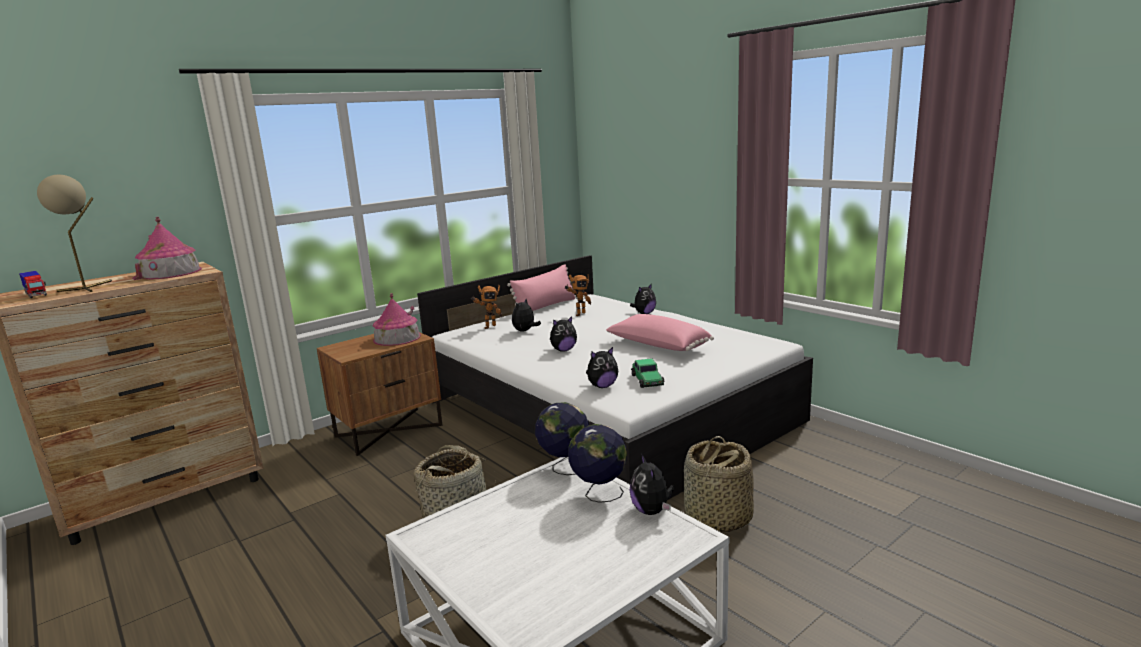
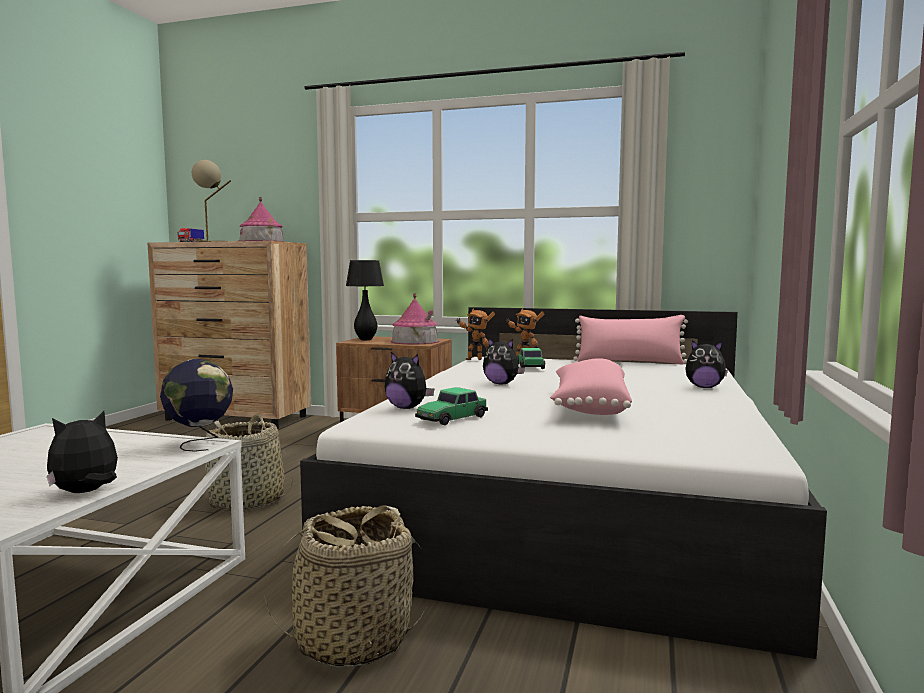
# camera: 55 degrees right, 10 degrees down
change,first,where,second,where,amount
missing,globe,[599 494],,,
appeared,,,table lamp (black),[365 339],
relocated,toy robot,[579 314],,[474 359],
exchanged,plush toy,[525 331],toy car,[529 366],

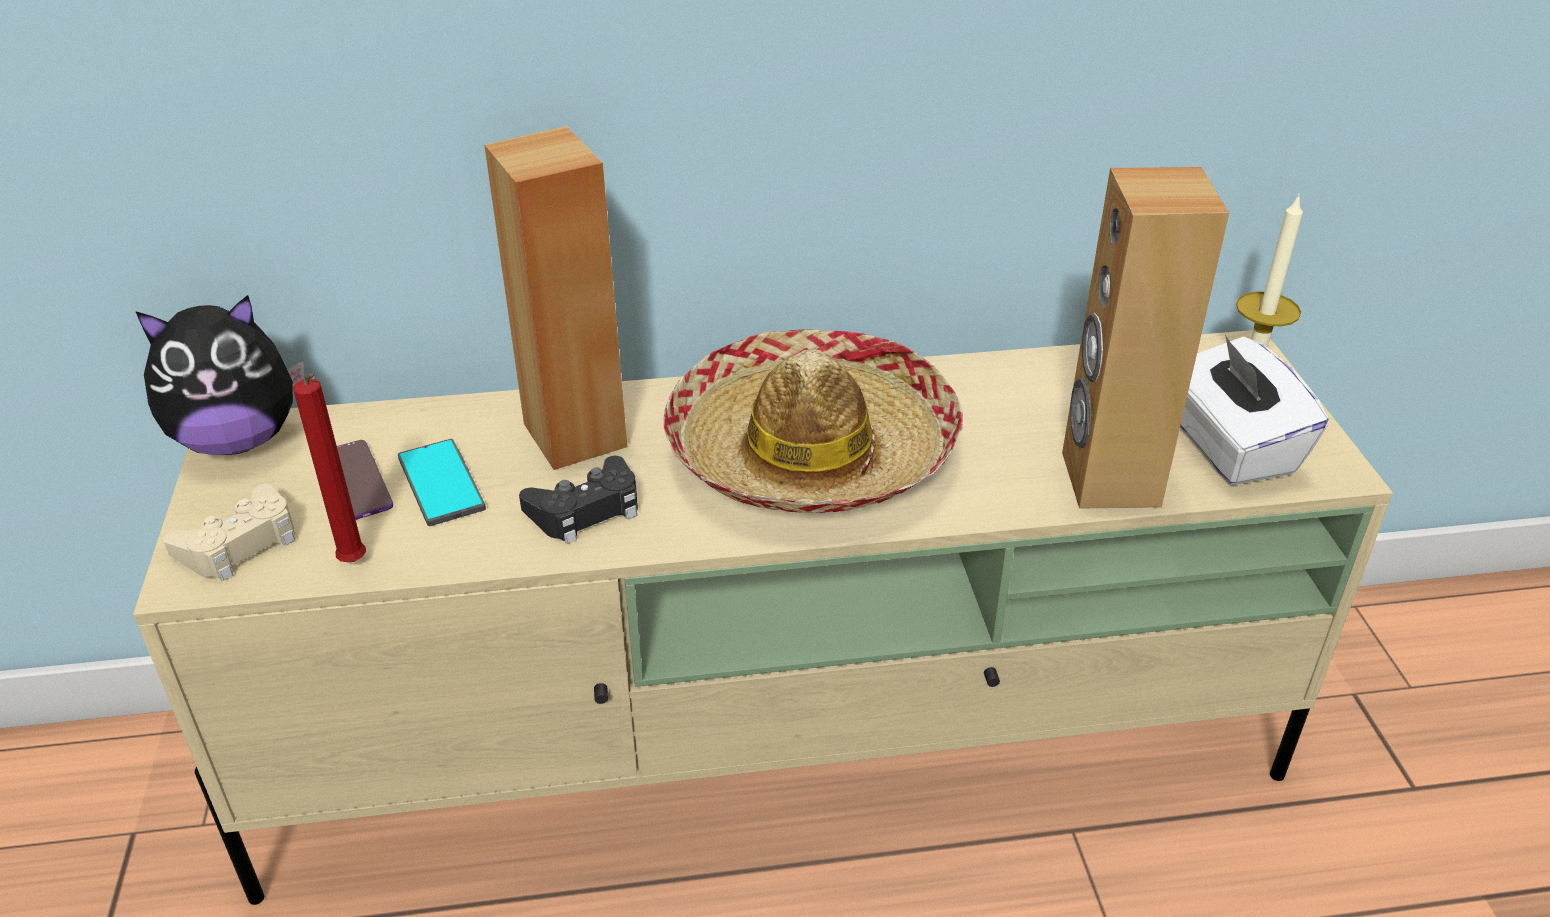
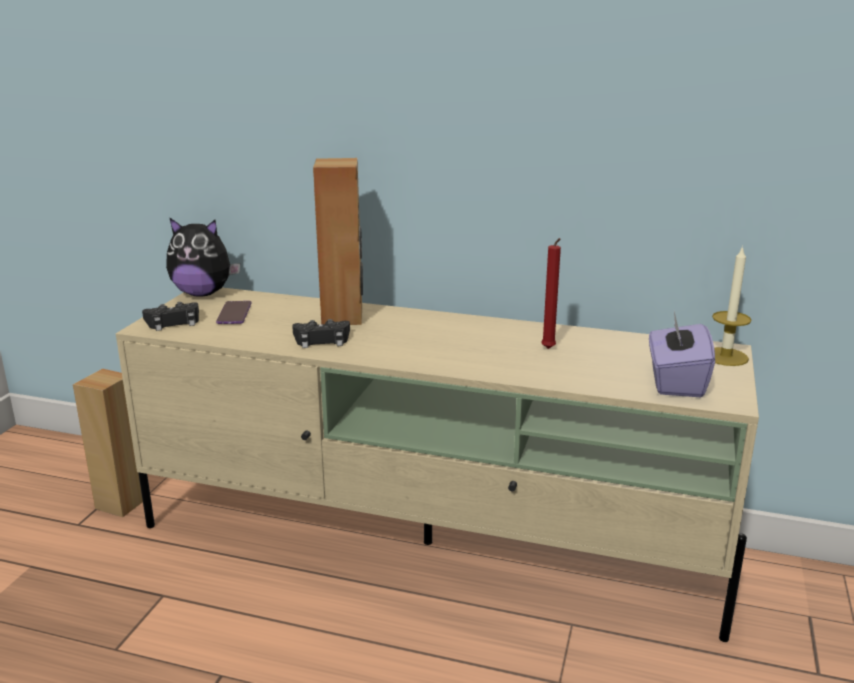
# camera: 25 degrees right, 15 degrees down
change,first,where,second,where,amount
missing,phone,[441 483],,,
missing,hat,[811 450],,,
relocated,candle (red),[355 564],,[549 349],
relocated,speaker (brown),[1108 479],,[121 502],
colour,game controller (beige),[240 543],game controller (black),[173 322],
colour,tissue box (white),[1229 447],tissue box (purple),[675 381],

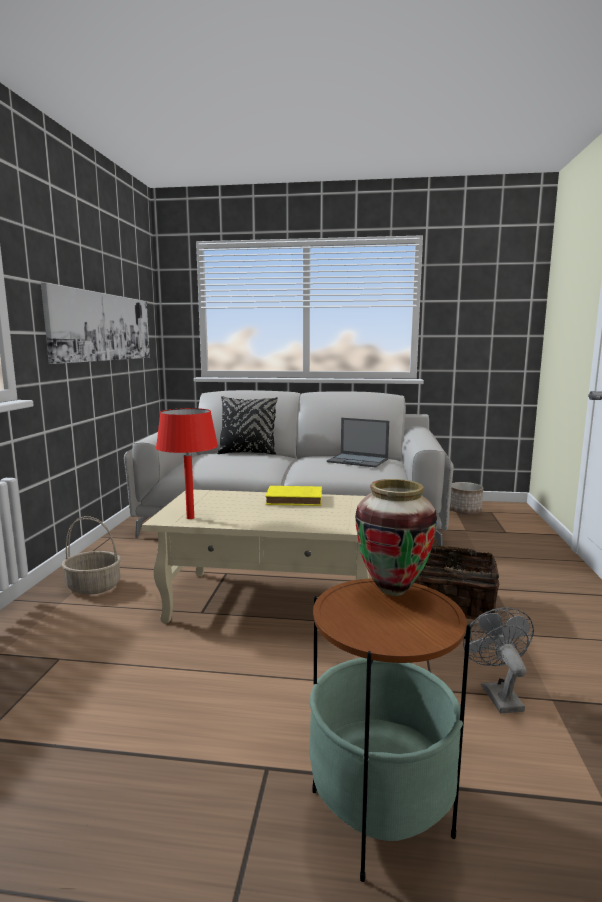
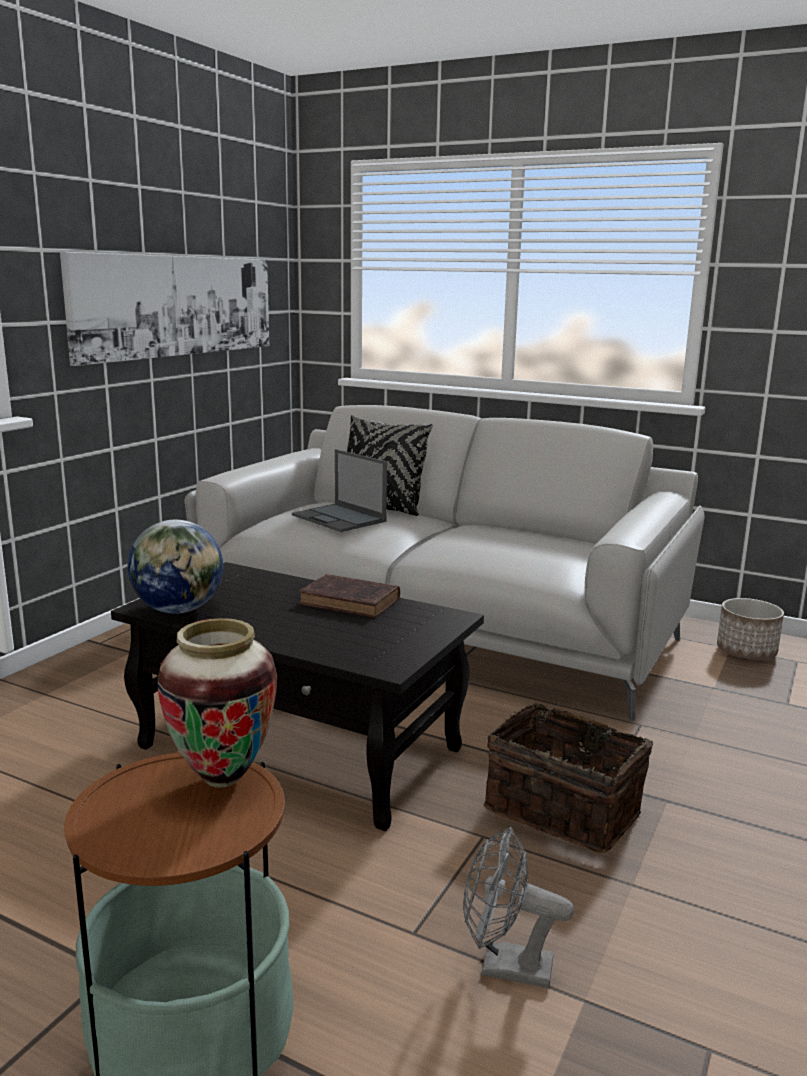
# camera: 20 degrees right, 5 degrees up
change,first,where,second,where,amount
missing,basket,[94 586],,,
relocated,laptop,[358 460],,[340 518],
exchanged,table lamp (red),[190 518],globe,[179 610],
colour,coffee table (beige),[273 601],coffee table (black),[303 748],
colour,book (yellow),[296 499],book (brown),[352 602],
spun,fan (grey),[497 694],,[504 967],90 degrees counterclockwise

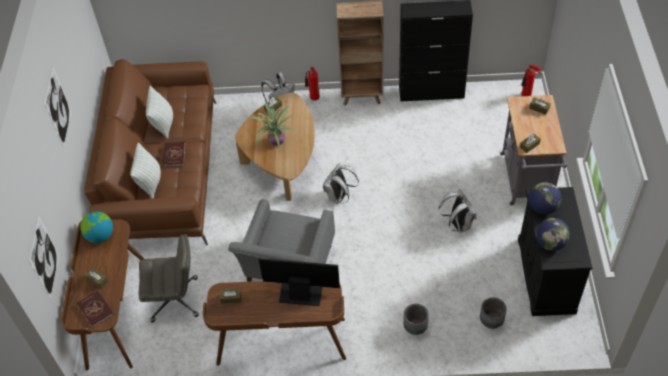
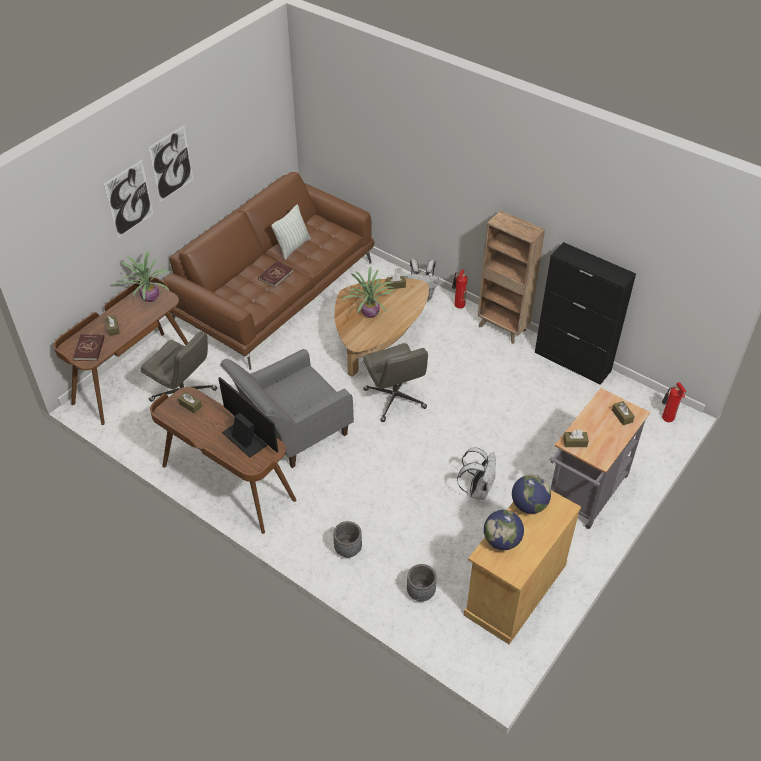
# camera: 35 degrees right, 5 degrees down
change,first,where,second,where,amount
missing,pillow,[150 182],,,
relocated,picture,[44 257],,[129 199],
exchanged,globe,[100 236],potted plant,[149 297],
exchanged,backpack (white),[339 197],office chair (grey),[395 399],
colour,cabinet (black),[545 275],cabinet (beige),[515 589],

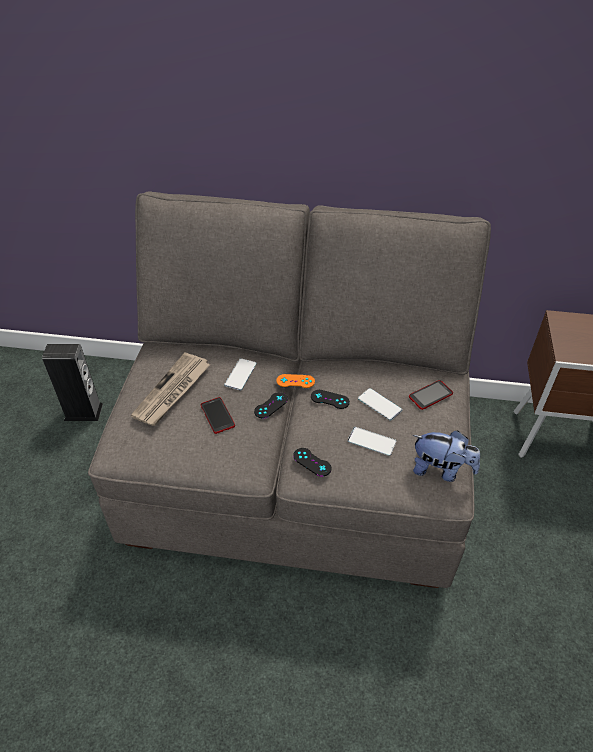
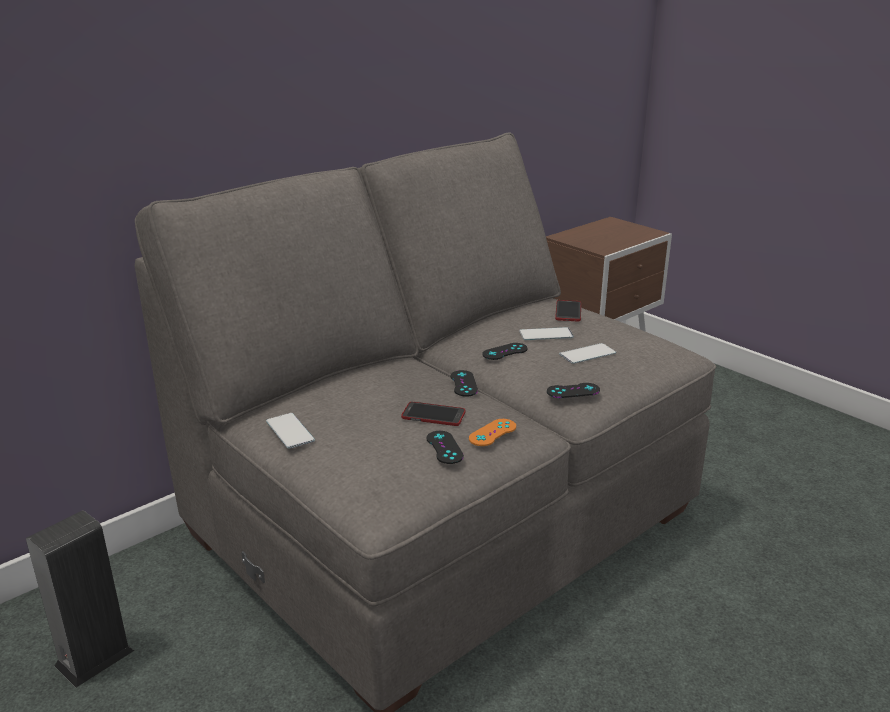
# camera: 50 degrees left, 20 degrees down
change,first,where,second,where,amount
missing,newspaper,[172 391],,,
missing,plush toy,[441 470],,,
appeared,,,game controller (black),[444 447],
relocated,phone,[240 374],,[290 431],
relocated,game controller (orange),[295 381],,[492 433],

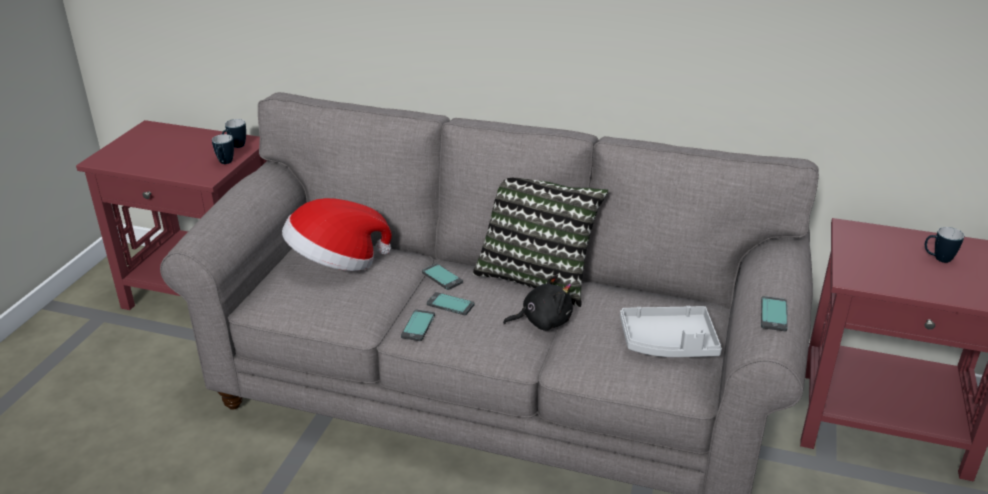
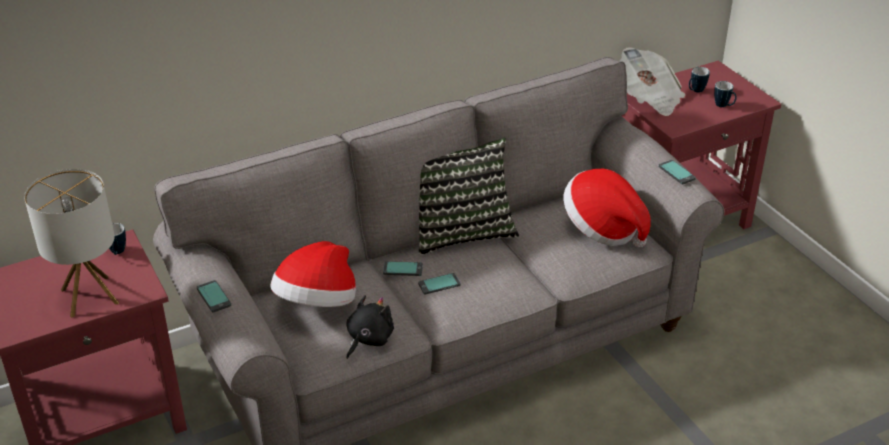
# camera: 45 degrees left, 5 degrees up
change,first,where,second,where,amount
appeared,,,table lamp,[89 296],
appeared,,,newspaper,[648 98],
relocated,mug,[225 163],,[724 106],
relocated,phone,[418 326],,[214 297],
relocated,plush toy (black),[543 321],,[368 339],
exchanged,tray (grey),[668 343],hat,[603 228],

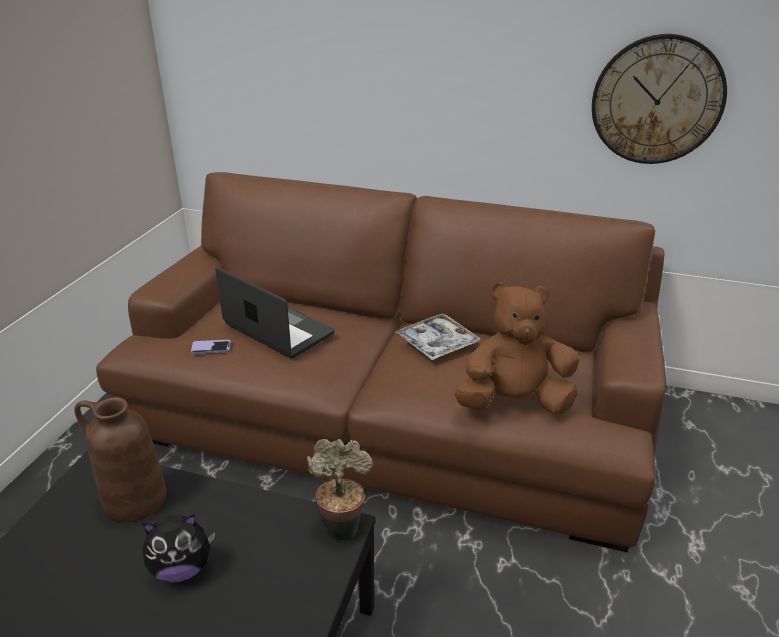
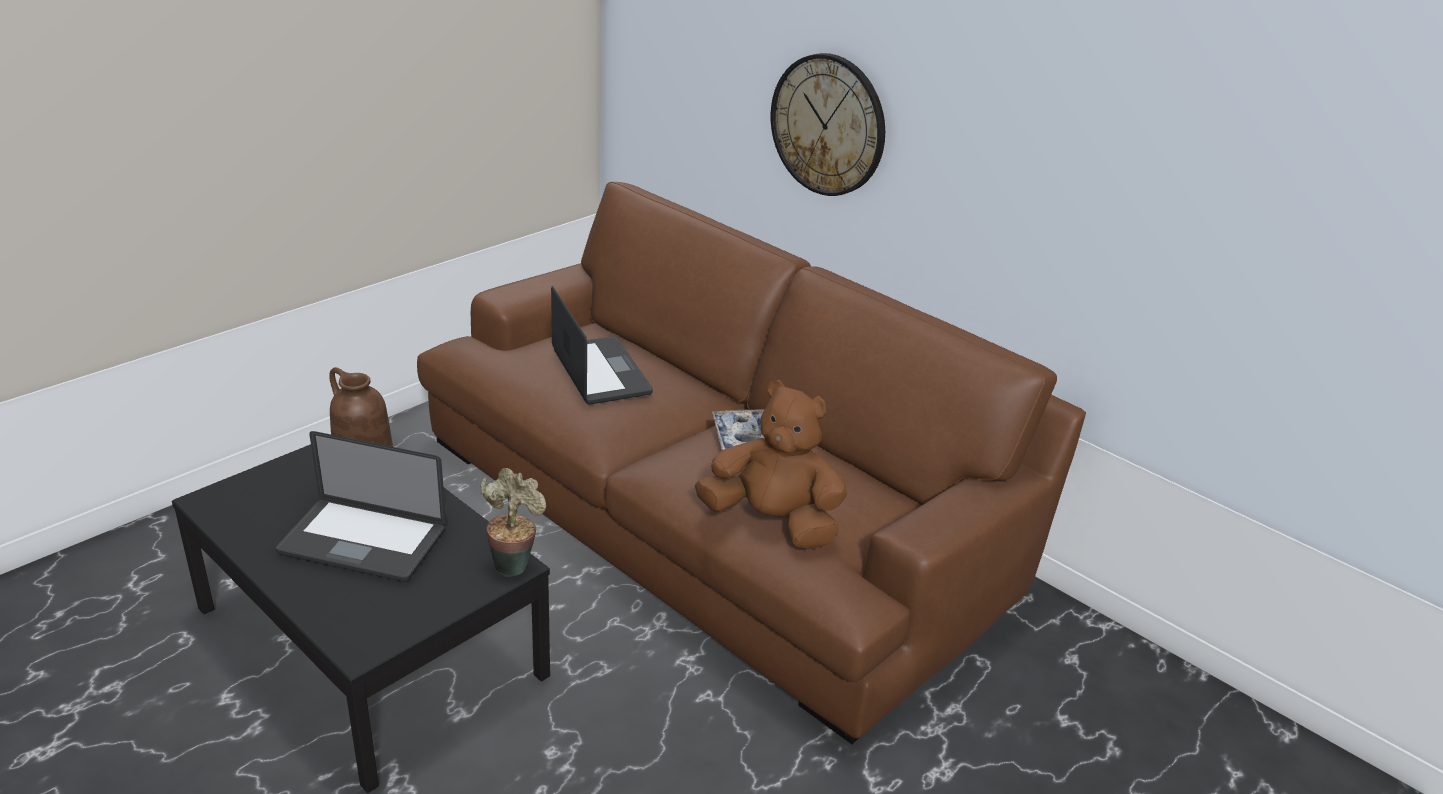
# camera: 25 degrees right, 0 degrees up
change,first,where,second,where,amount
missing,phone,[211 348],,,
relocated,wall clock,[656 100],,[828 125],
exchanged,plush toy,[182 568],laptop,[363 542],

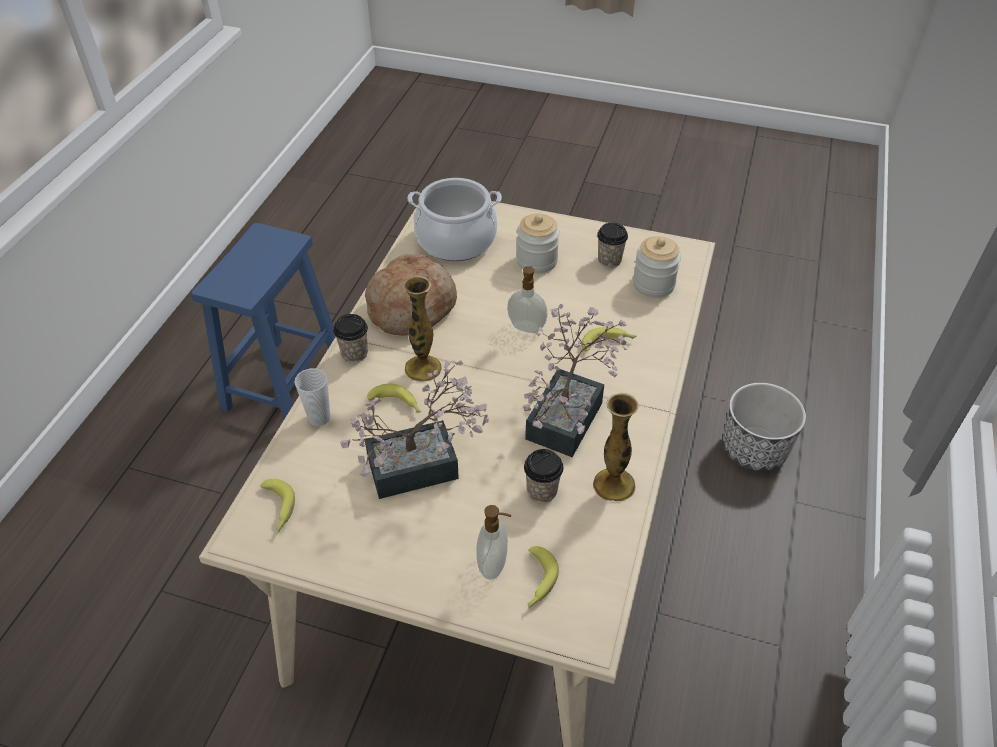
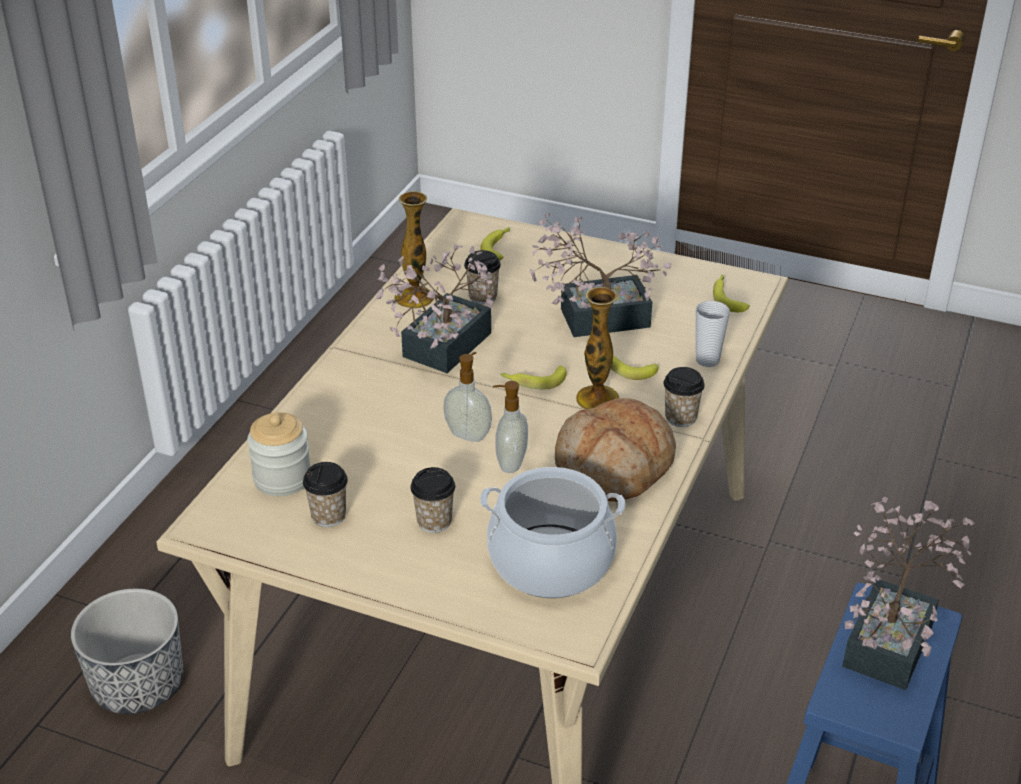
# camera: 175 degrees left, 10 degrees down
change,first,where,second,where,amount
appeared,,,potted plant,[893 637],
relocated,soap dispenser,[493 565],,[510 463],
relocated,banana,[608 343],,[533 381],
exchanged,jar,[537 261],cup,[434 521],

